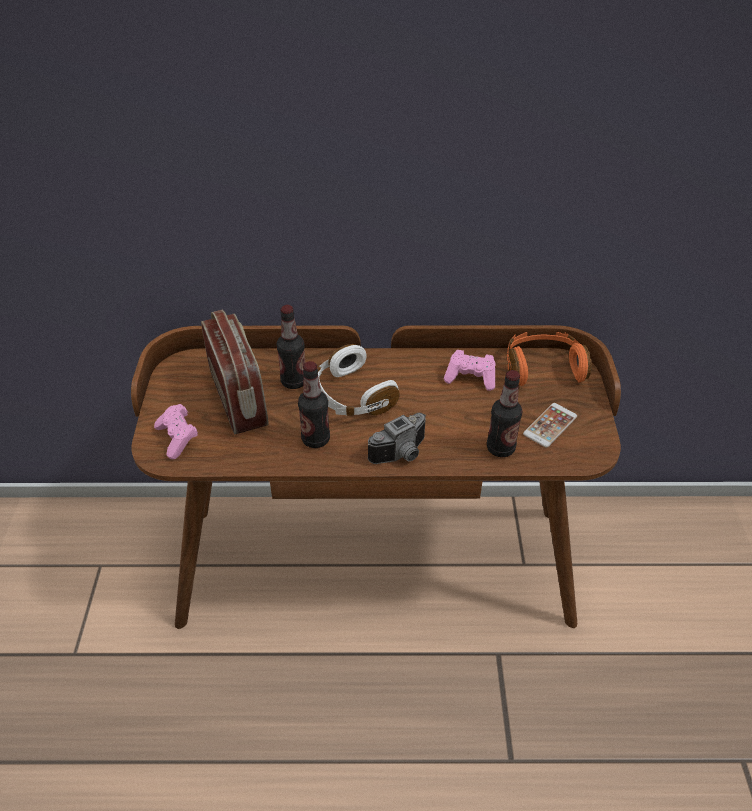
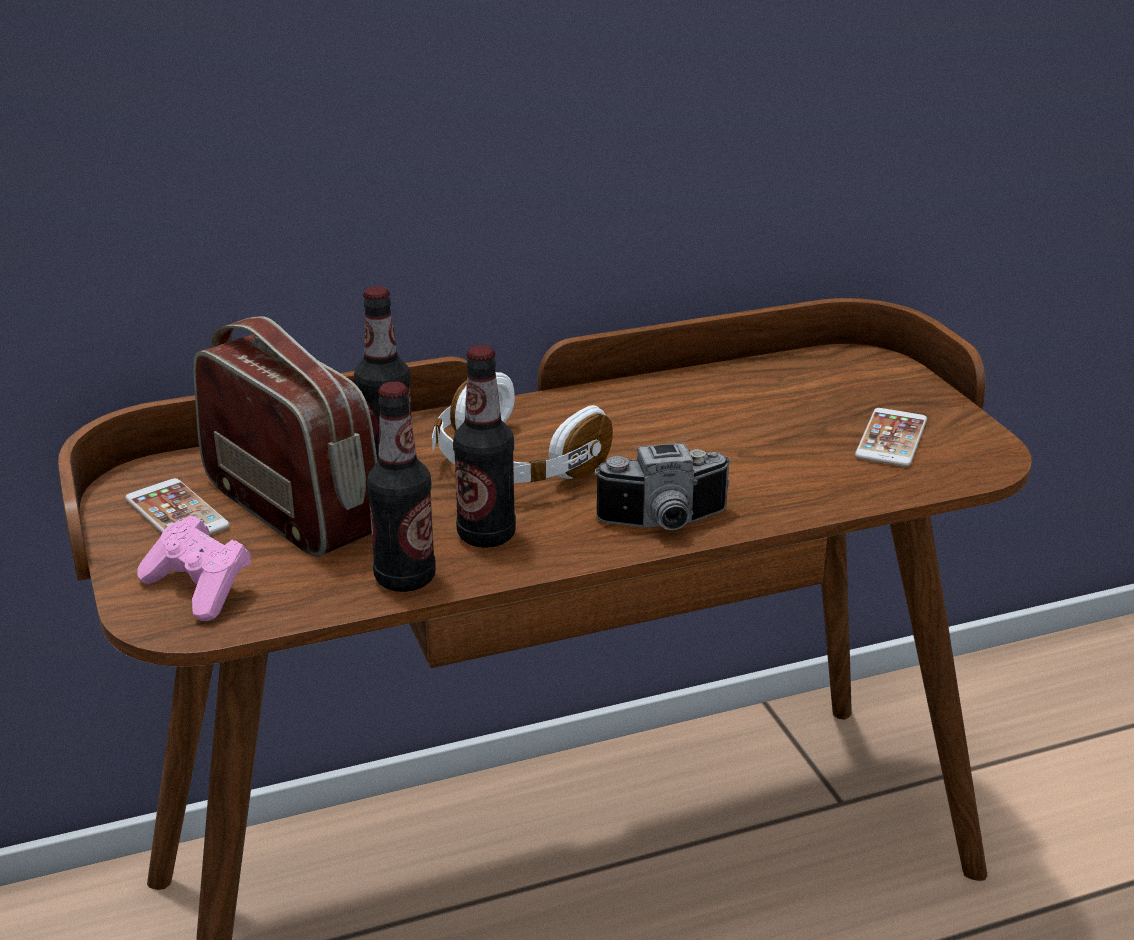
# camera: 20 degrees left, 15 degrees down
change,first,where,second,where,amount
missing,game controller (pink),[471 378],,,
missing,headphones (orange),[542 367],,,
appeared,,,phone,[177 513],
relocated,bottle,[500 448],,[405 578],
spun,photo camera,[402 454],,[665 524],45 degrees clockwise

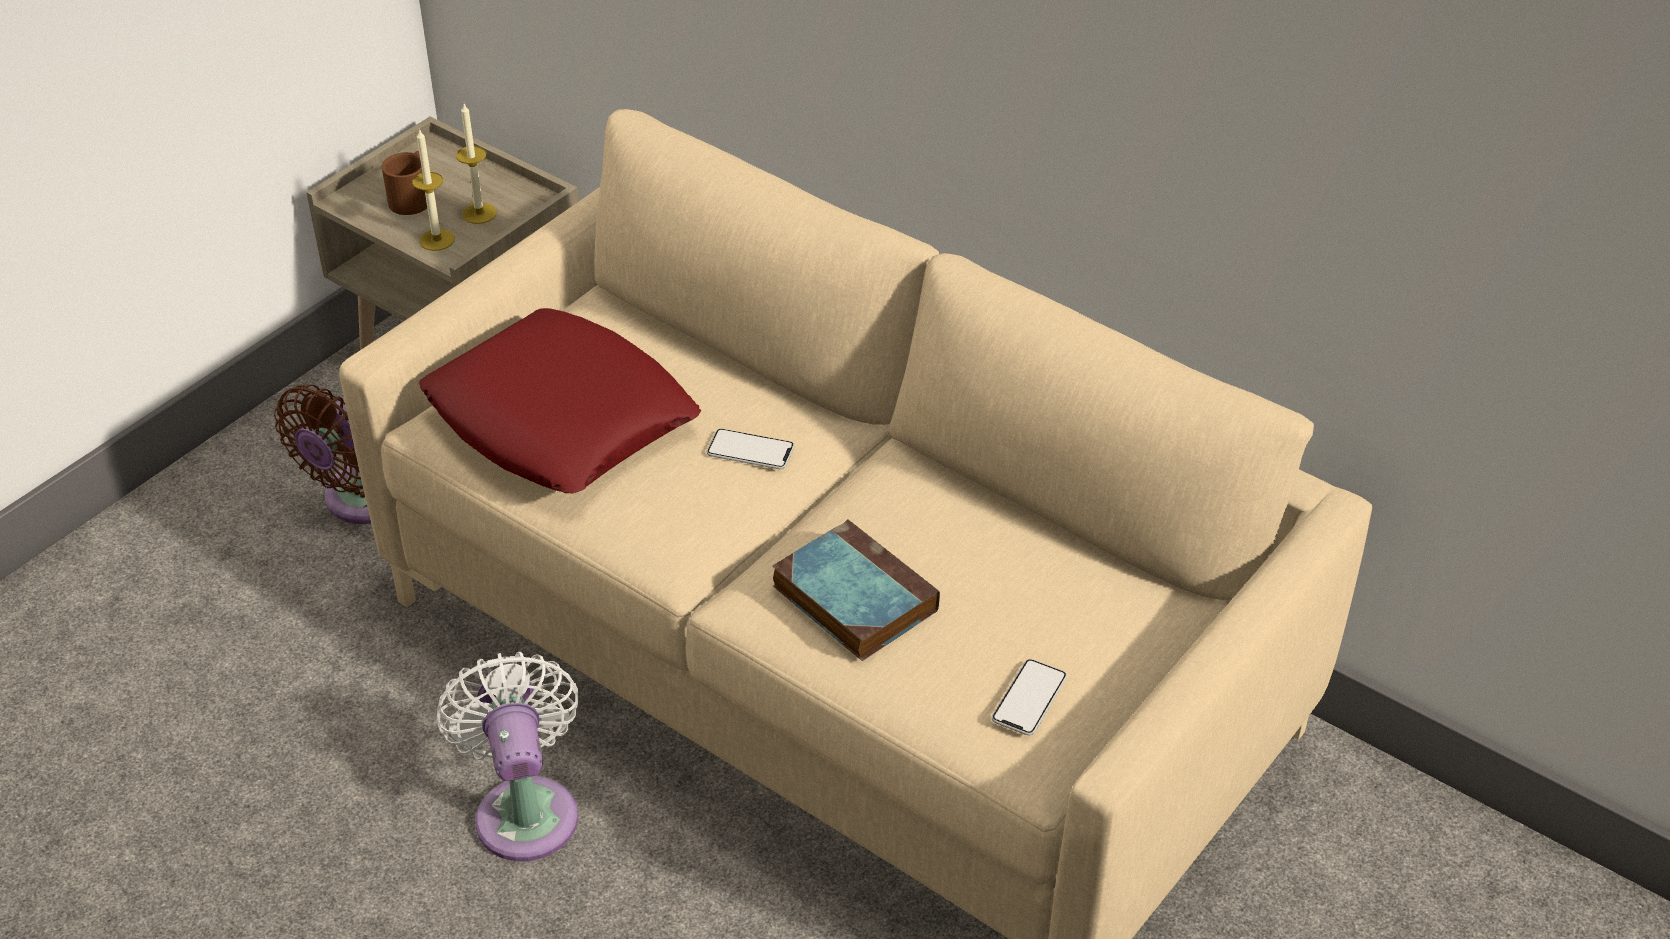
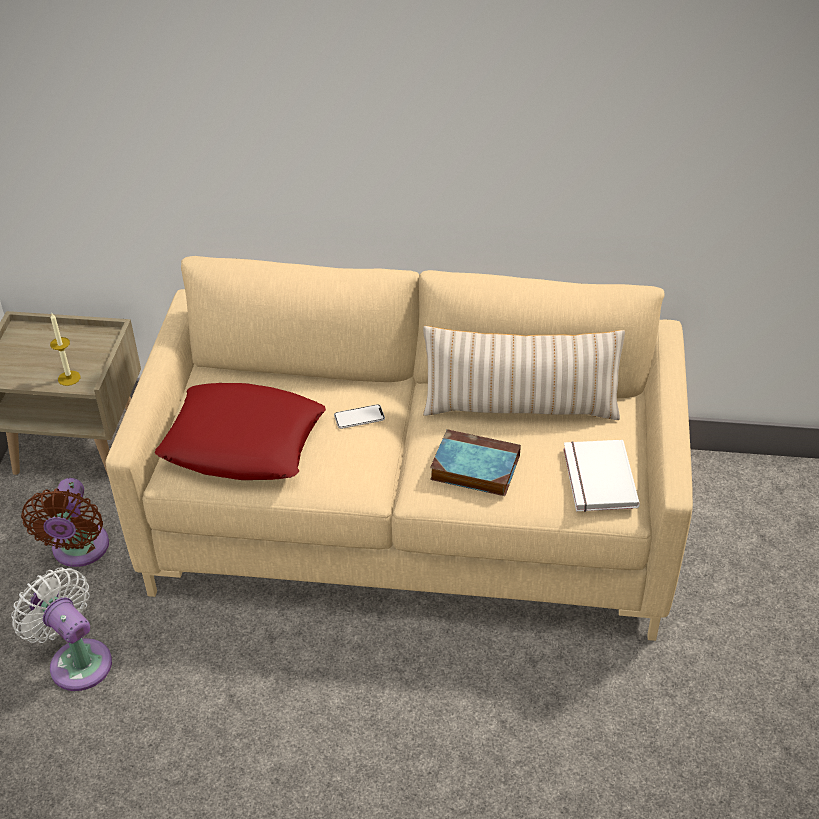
# camera: 30 degrees left, 0 degrees up
change,first,where,second,where,amount
missing,mug (brown),[414 197],,,
missing,candle,[479 213],,,
appeared,,,pillow (beige),[520 407],
relocated,fan (white),[525 809],,[77 660],
exchanged,phone,[1029 699],book (white),[596 478],

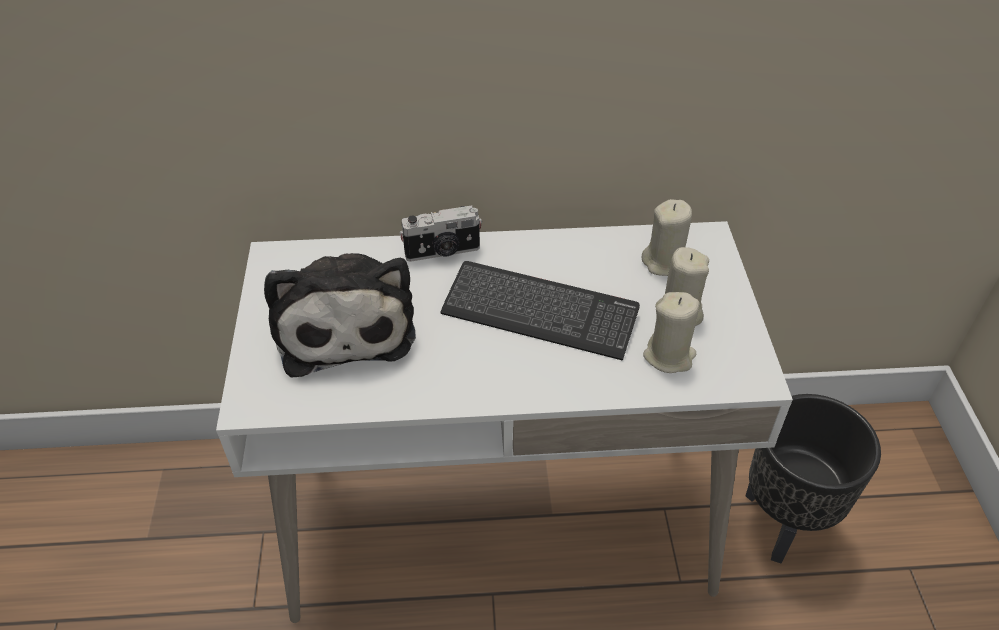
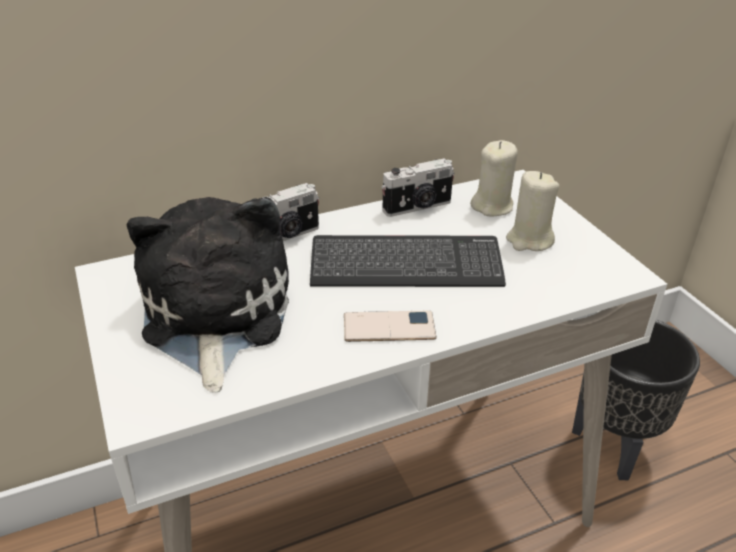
# camera: 20 degrees left, 10 degrees down
change,first,where,second,where,amount
missing,candle (beige),[669 356],,,
appeared,,,phone,[389 327],
appeared,,,photo camera,[418 207],
spun,plush toy,[344 324],,[213 316],150 degrees counterclockwise

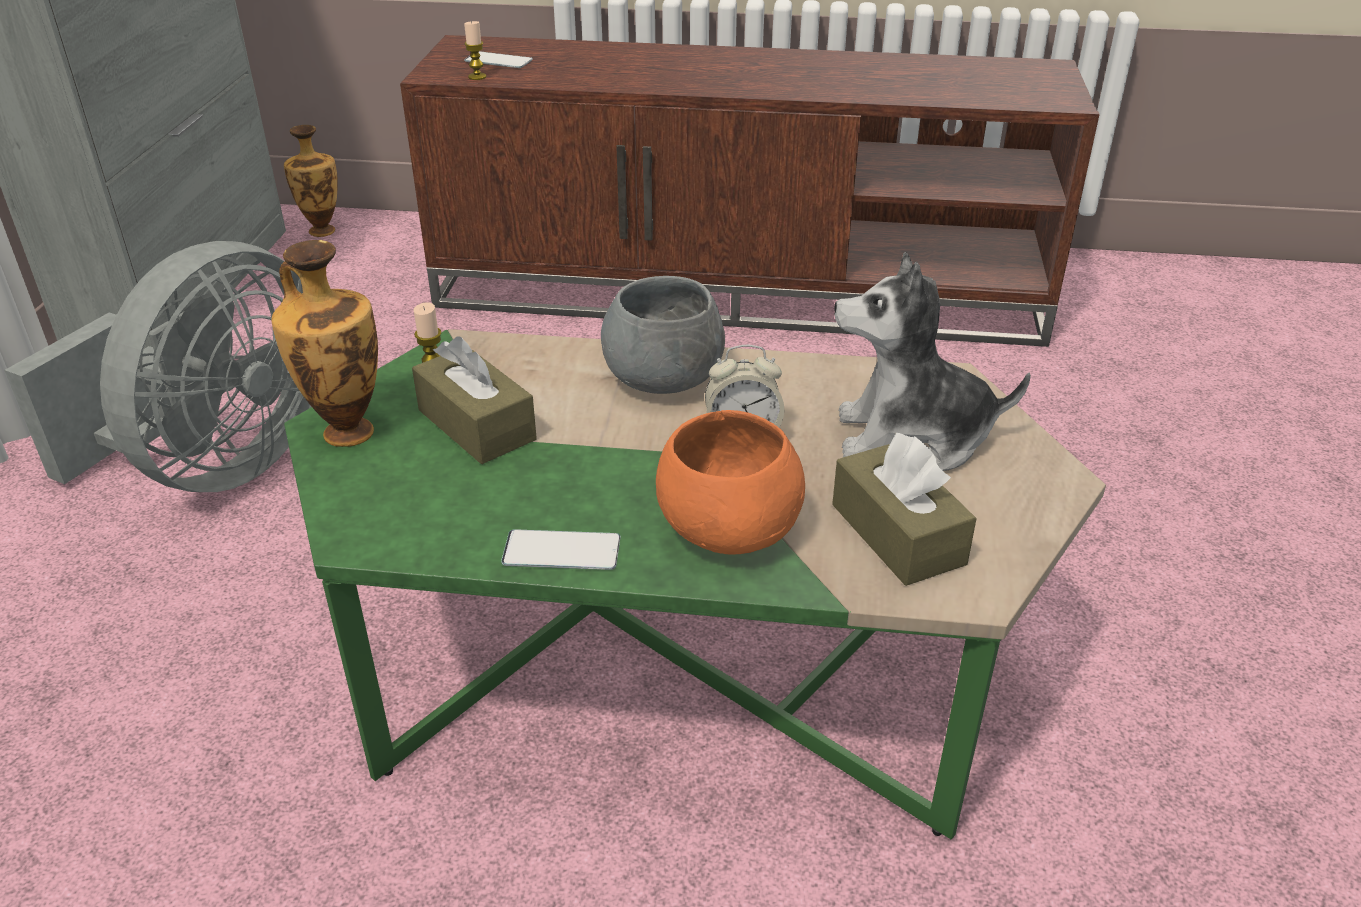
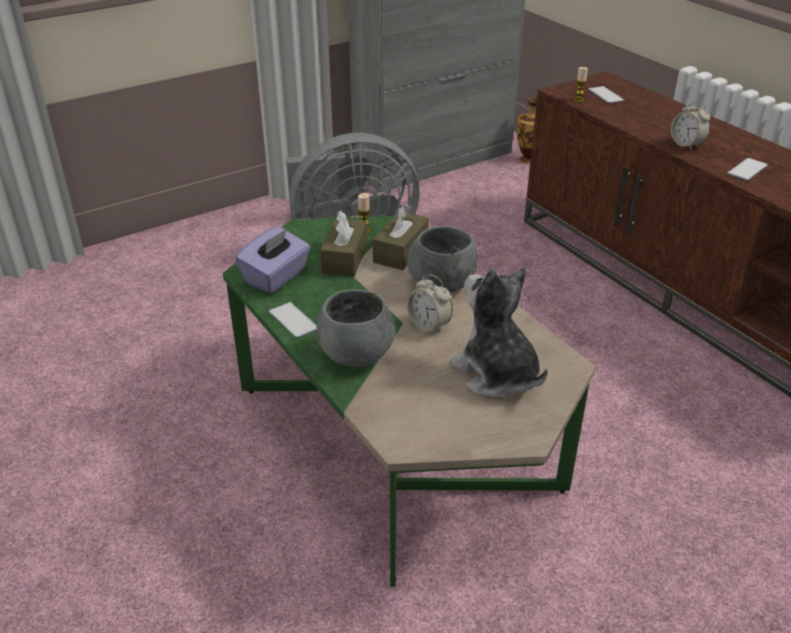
# camera: 50 degrees right, 0 degrees up
change,first,where,second,where,amount
missing,vase,[346 430],,,
appeared,,,tissue box (purple),[276 277],
appeared,,,alarm clock,[686 145],
appeared,,,phone,[747 170],
relocated,tissue box (brown),[897 534],,[401 251],
colour,bowl (orange),[728 530],bowl (grey),[357 354],

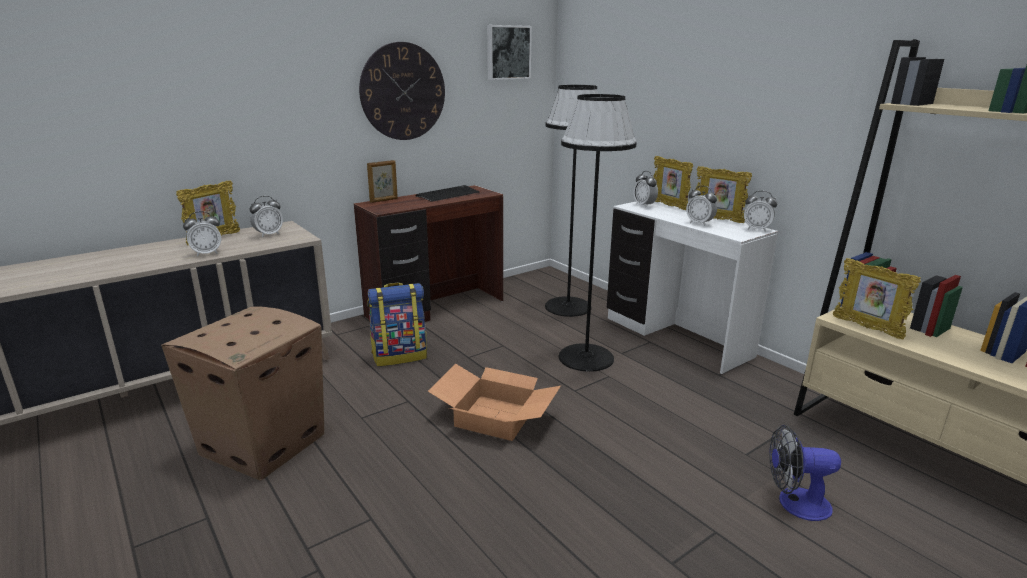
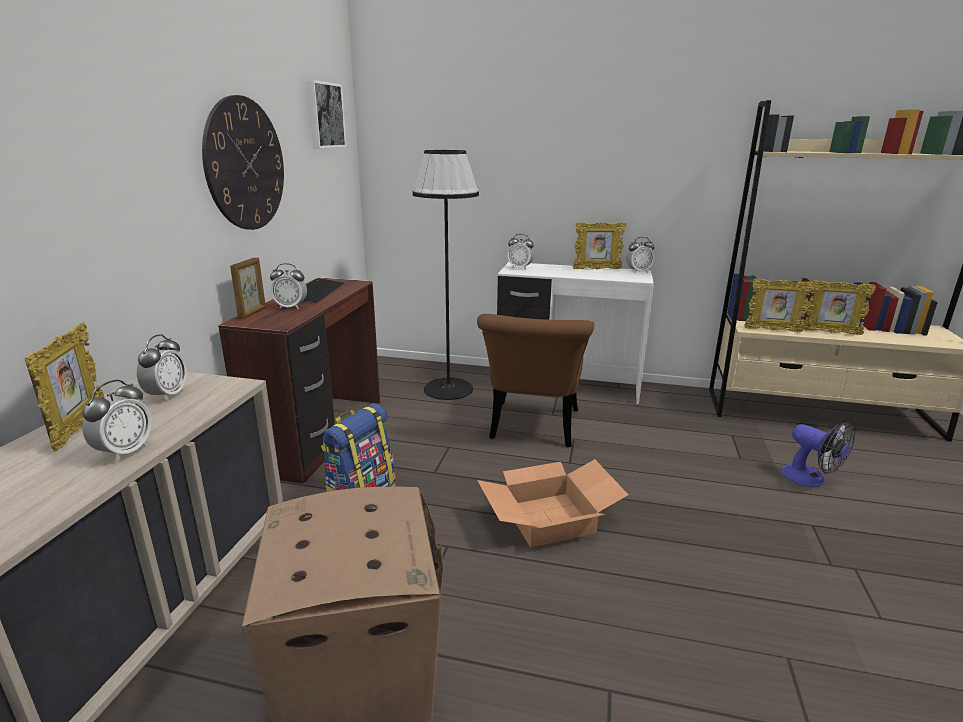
# camera: 40 degrees left, 0 degrees up
change,first,where,second,where,amount
relocated,picture frame,[669 206],,[830 332],
relocated,alarm clock,[699 223],,[291 307],
exchanged,floor lamp (black),[585 357],chair (brown),[533 429],
spun,fan,[795 503],,[810 479],90 degrees counterclockwise

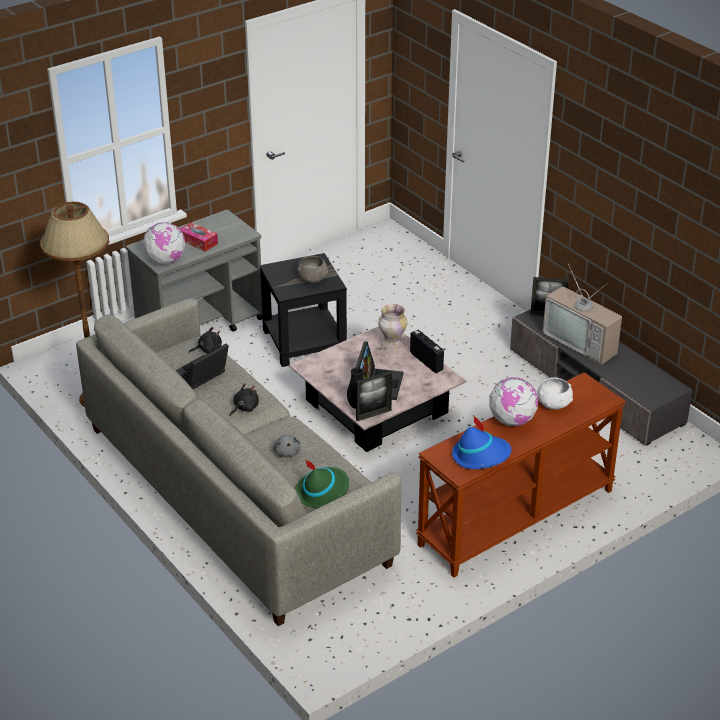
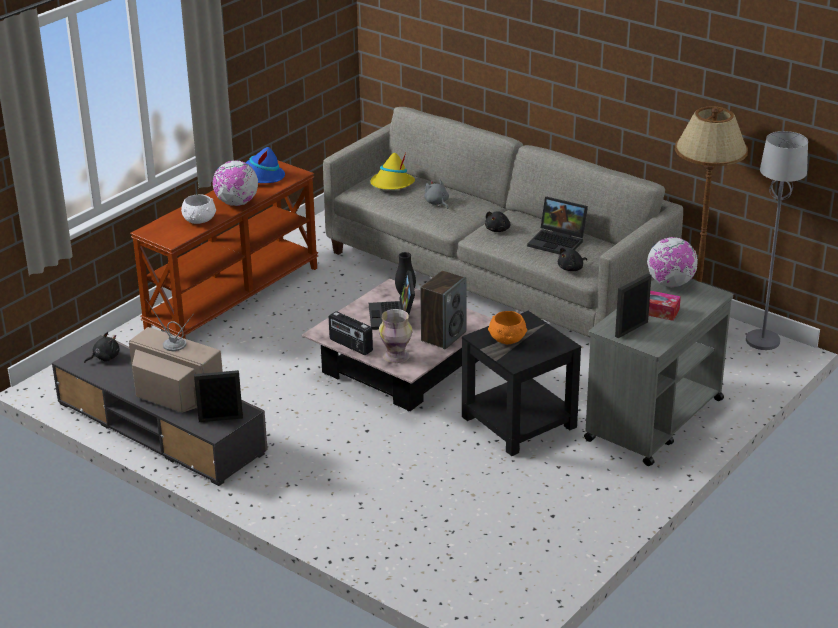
# camera: 165 degrees right, 5 degrees down
change,first,where,second,where,amount
appeared,,,plush toy (black),[104 358],
appeared,,,speaker,[443 336],
appeared,,,floor lamp (grey),[762 341],
relocated,picture frame,[373 414],,[631 329],
colour,hat (green),[322 491],hat (yellow),[392 185],
colour,bowl (grey),[312 278],bowl (orange),[507 340],
spun,laptop,[199 376],,[558 242],90 degrees clockwise

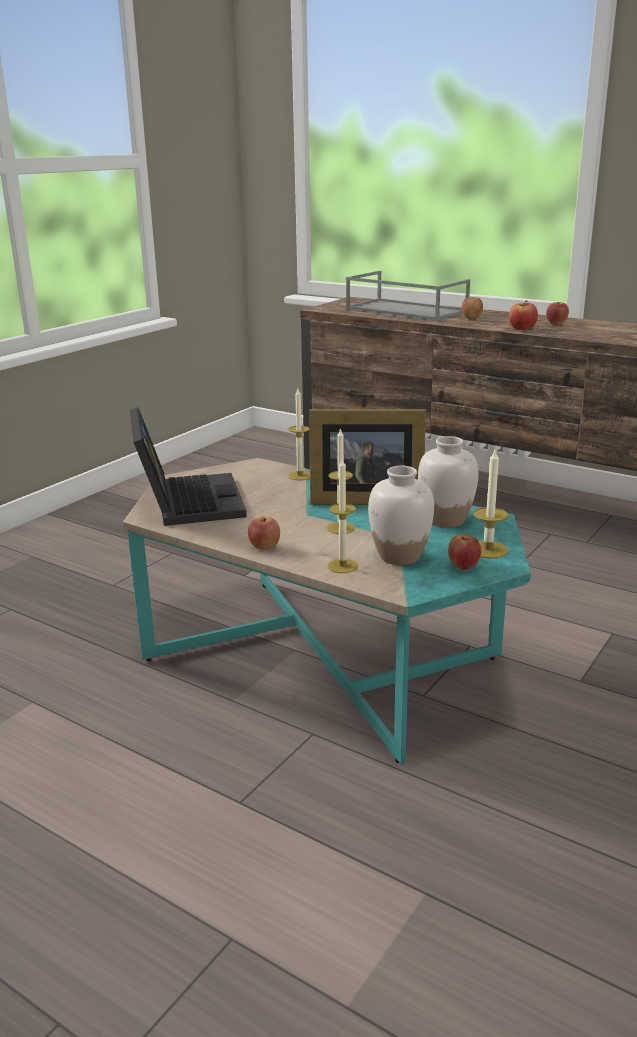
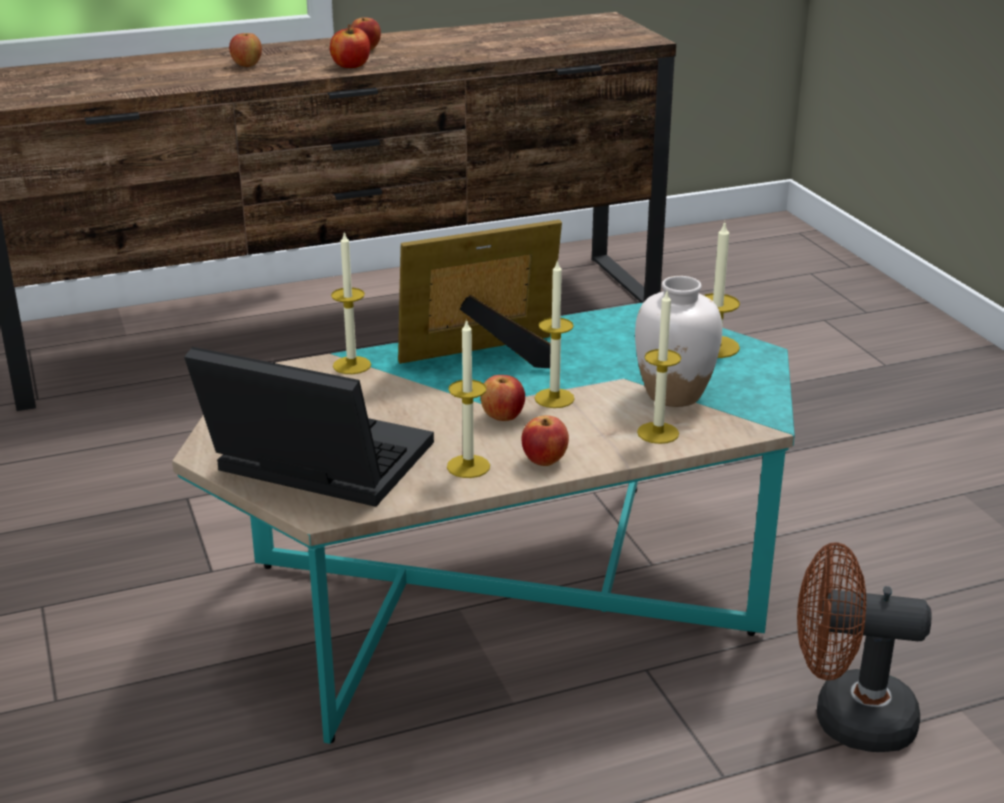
# camera: 55 degrees left, 5 degrees up
change,first,where,second,where,amount
missing,tray (grey),[404 310],,,
missing,vase (white),[445 520],,,
appeared,,,candle,[468 466],
appeared,,,fan (brown),[847 718],
relocated,apple,[463 566],,[502 417],
spun,picture frame,[362 499],,[488 356],150 degrees counterclockwise

